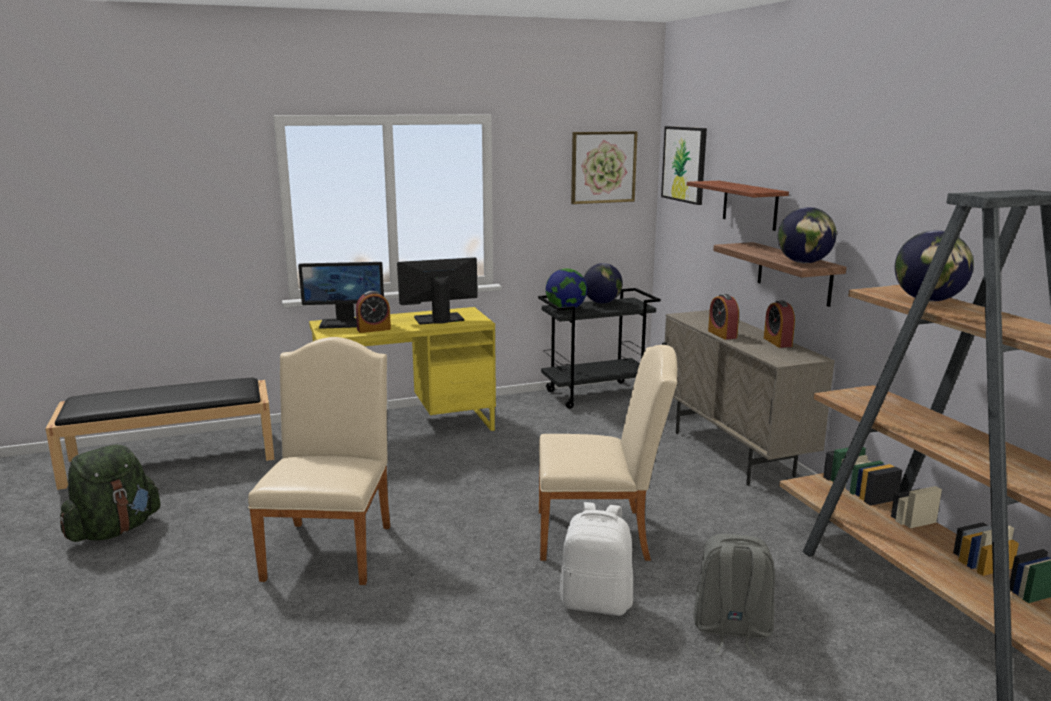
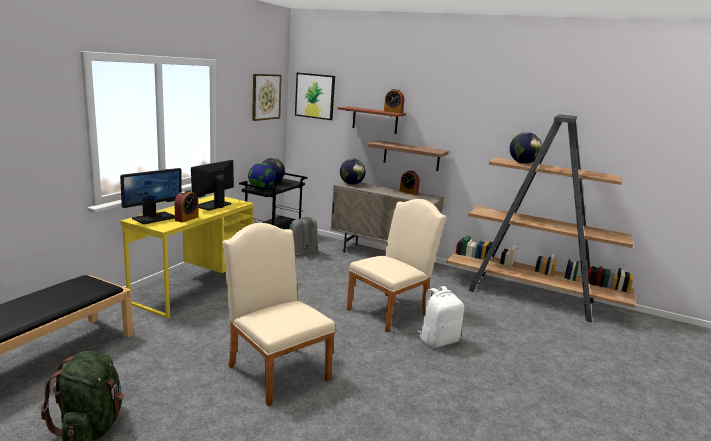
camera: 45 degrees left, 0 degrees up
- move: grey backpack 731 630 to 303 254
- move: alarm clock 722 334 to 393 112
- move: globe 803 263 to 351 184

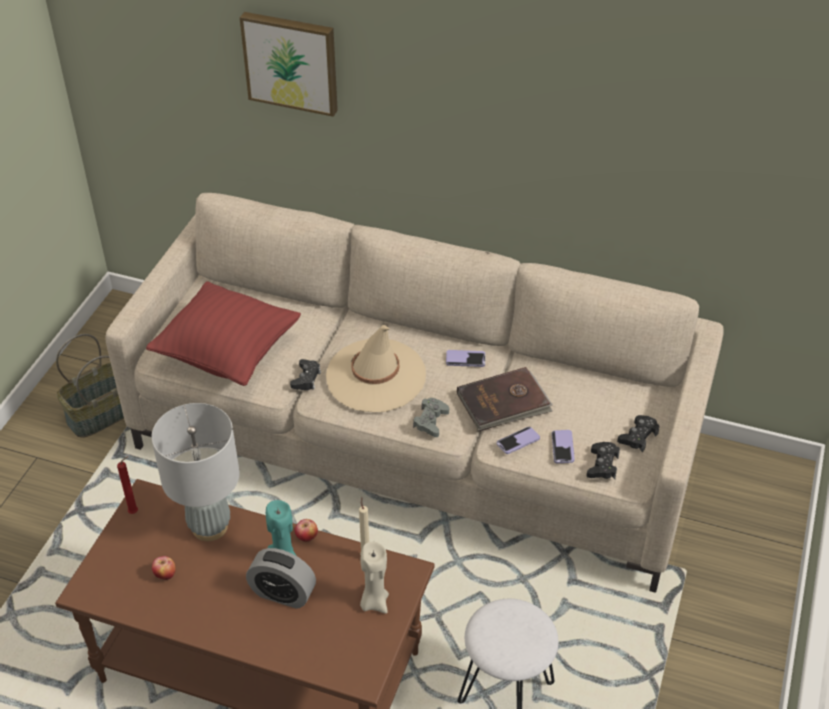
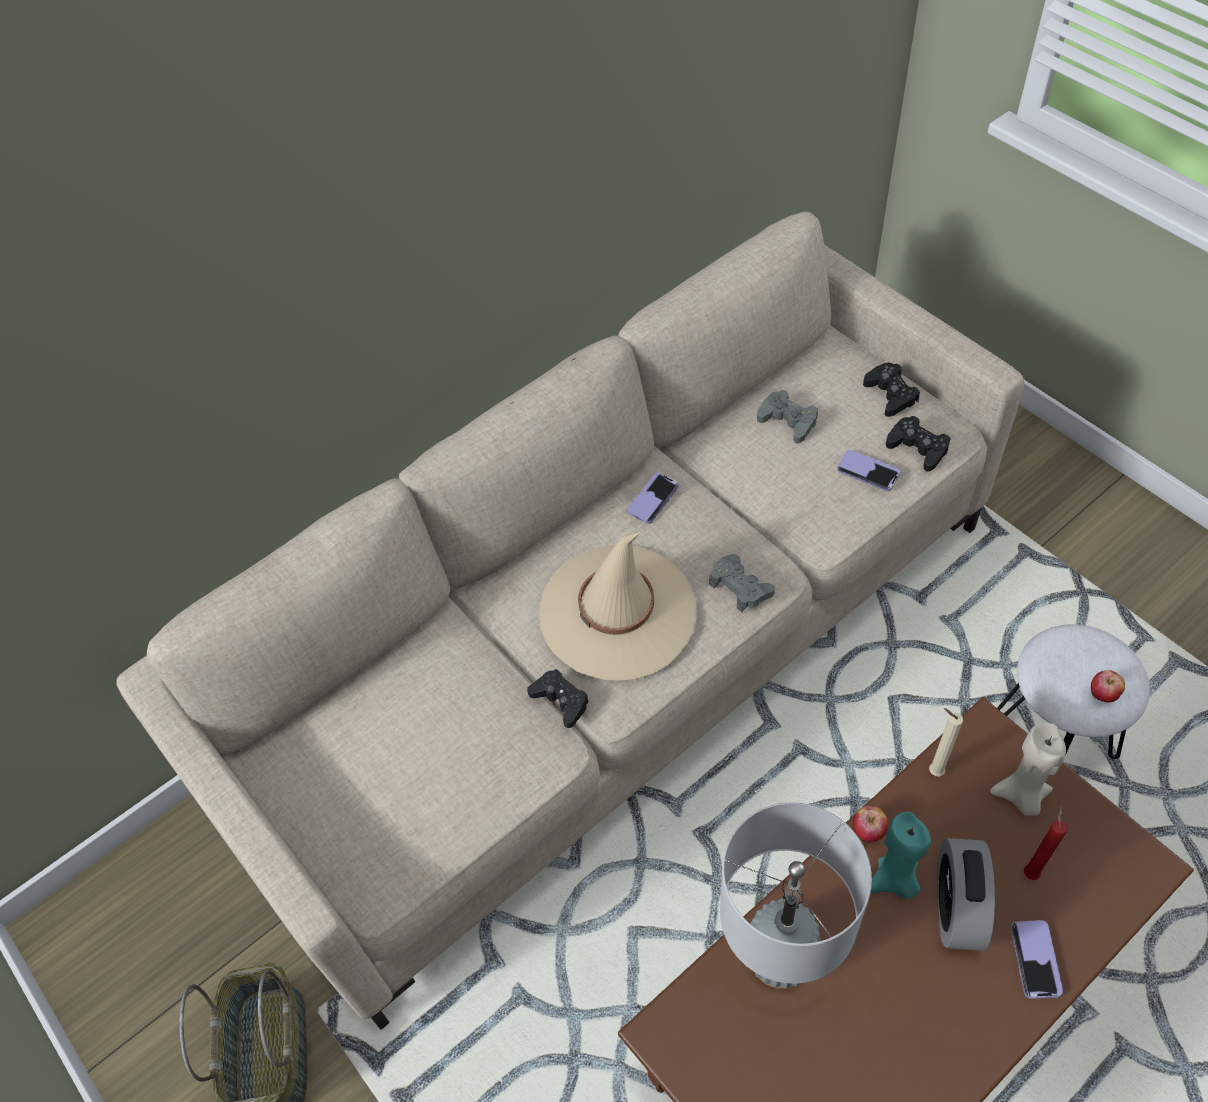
camera: 55 degrees left, 10 degrees up
- delete: red pillow 228 354
- delete: picture 291 62
- delete: brown book 504 402
- insert: grey game controller 788 421
- move: red candle 135 512 to 1030 871
- move: apple 165 575 to 1102 695
- move: phone 518 441 to 1035 960
- rotate: alarm clock 283 593 = 957 907 135 degrees clockwise

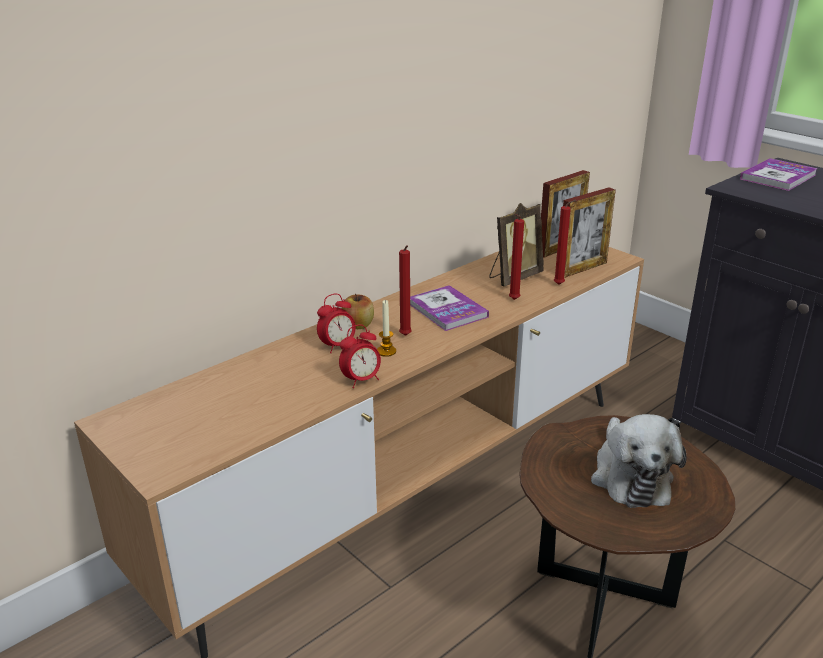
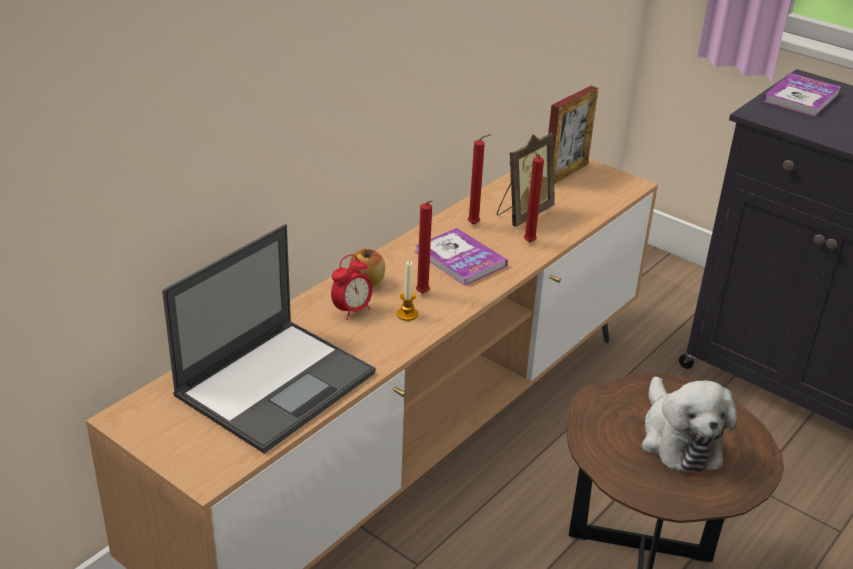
camera: 10 degrees left, 5 degrees up
- delete: alarm clock 361 380
- delete: picture frame 582 269
- insert: laptop 277 383
- move: red candle 560 285 to 475 224

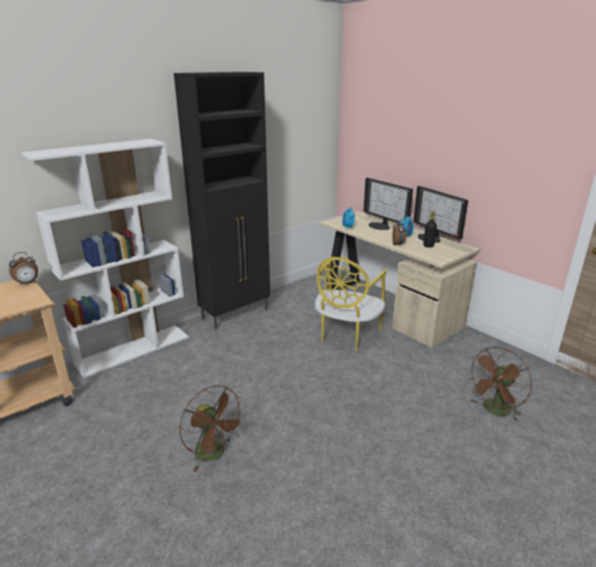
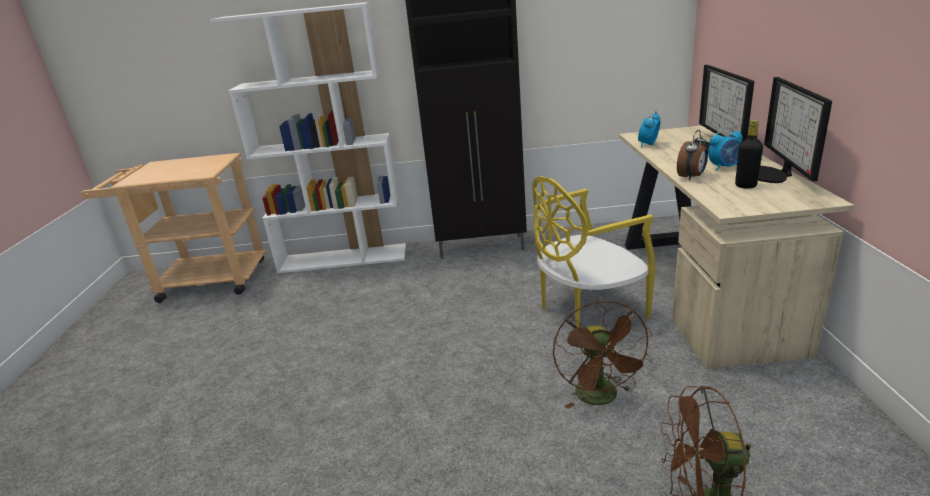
camera: 40 degrees right, 0 degrees up
- delete: alarm clock 27 283
- move: brown fan 215 454 to 601 398

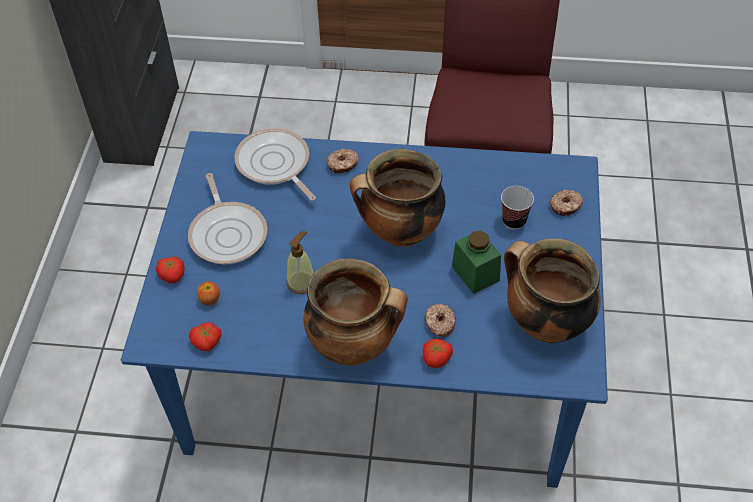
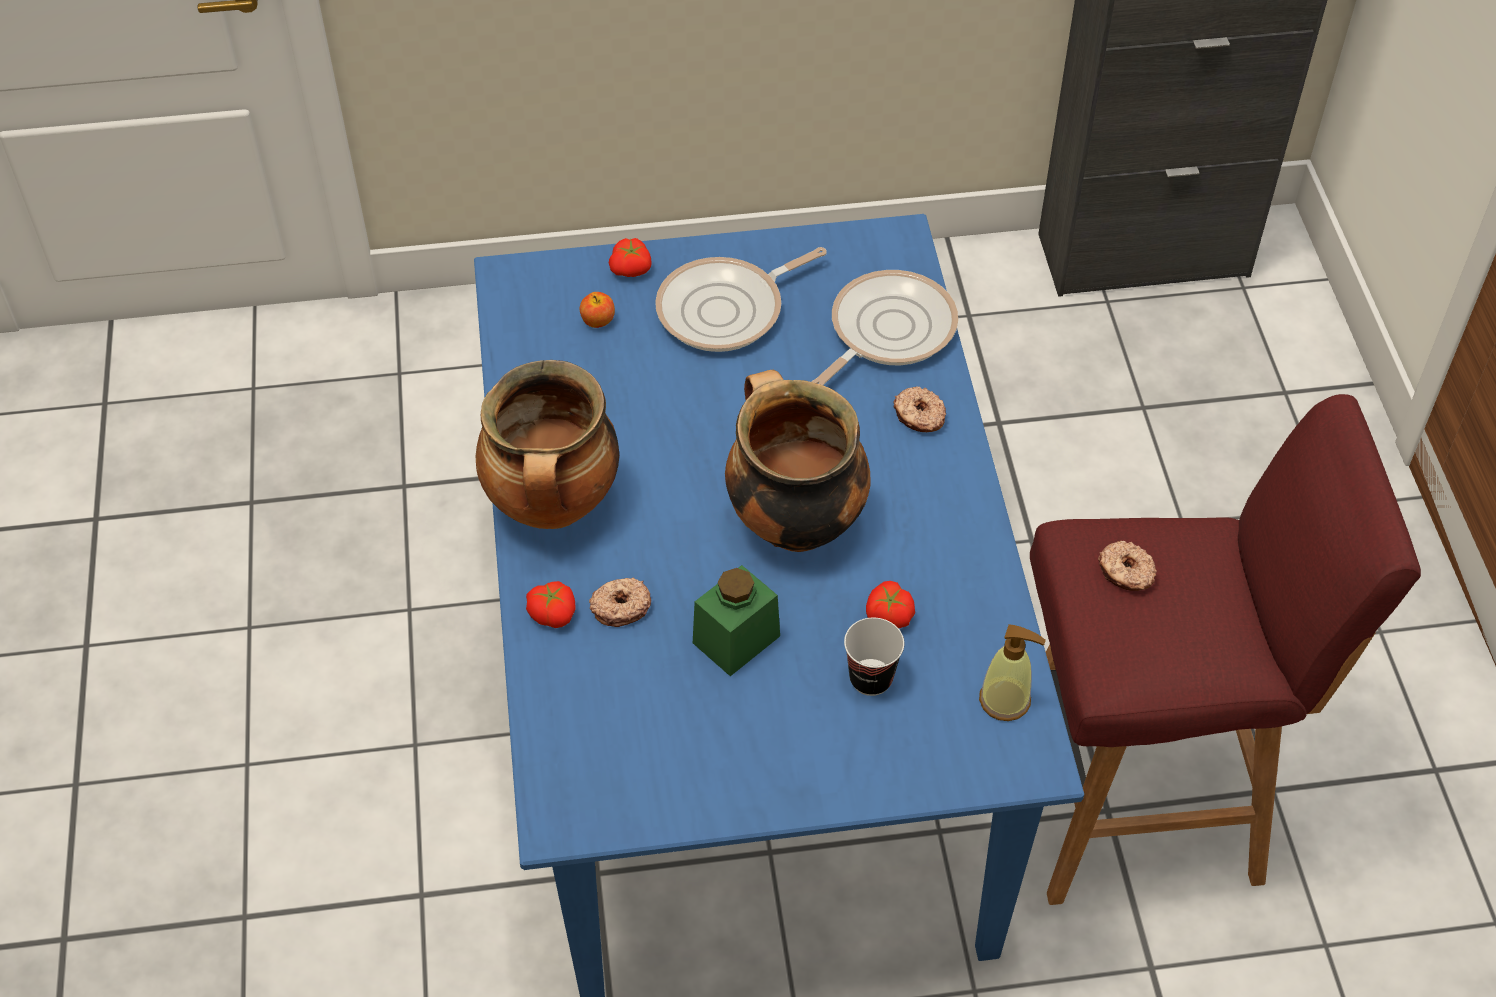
camera: 75 degrees right, 0 degrees up
- delete: cooking pot 544 324
- move: tomato 207 342 to 888 616
- move: soap dispenser 301 282 to 1005 700
- move: donut 566 206 to 1125 573

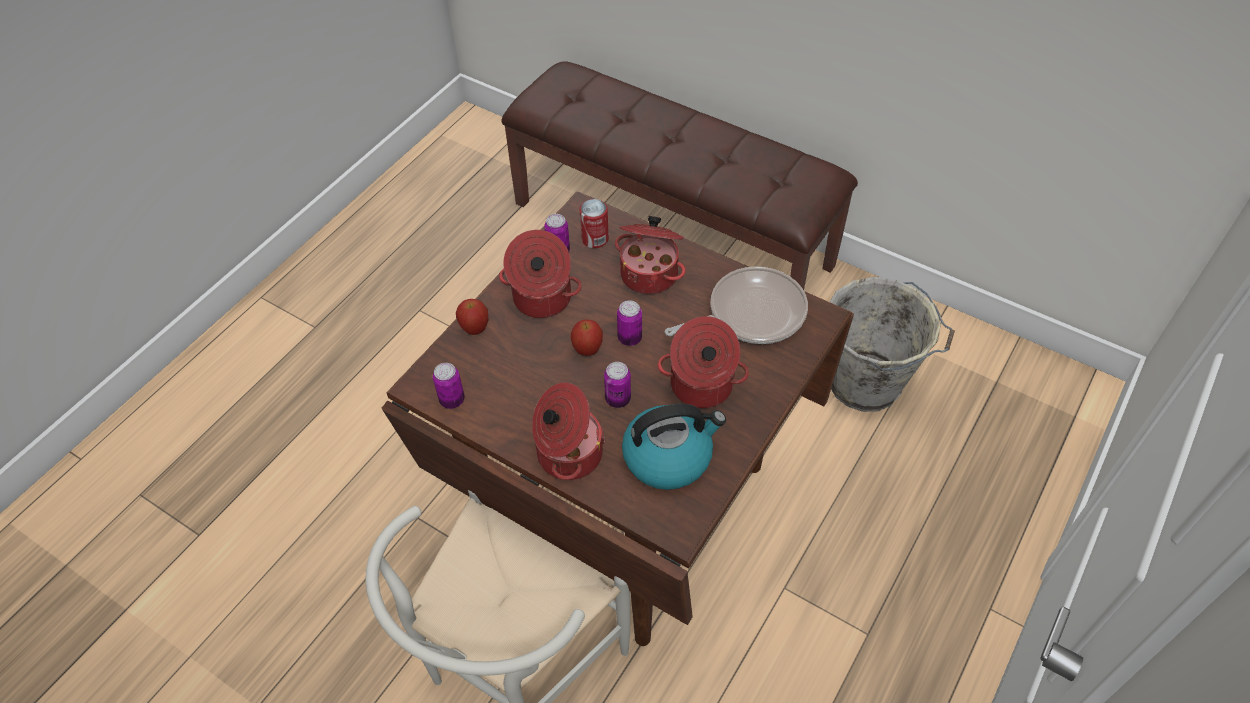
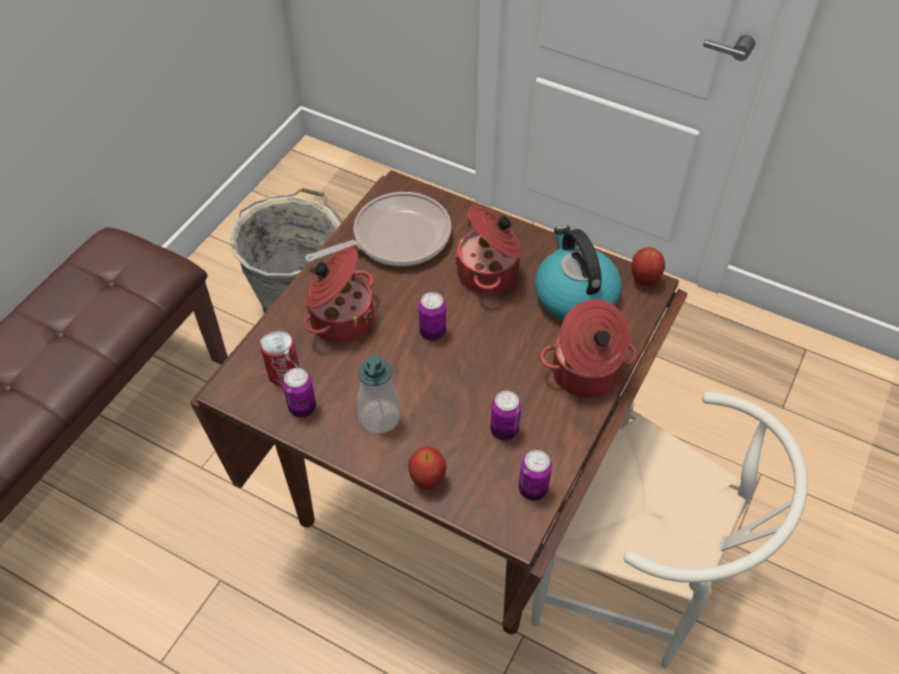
camera: 95 degrees left, 0 degrees up
- move: apple 587 350 to 644 280
- move: can 618 399 to 504 430
- replace: cooking pot 541 299 to soap dispenser 379 417
- rotate: frying pan 750 313 = 395 238 90 degrees clockwise

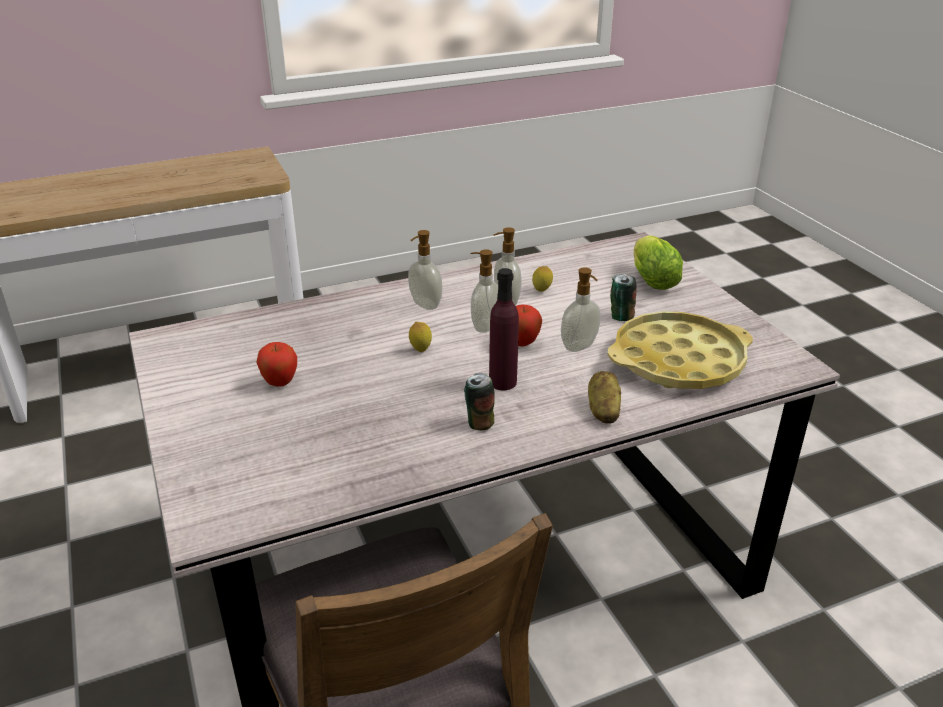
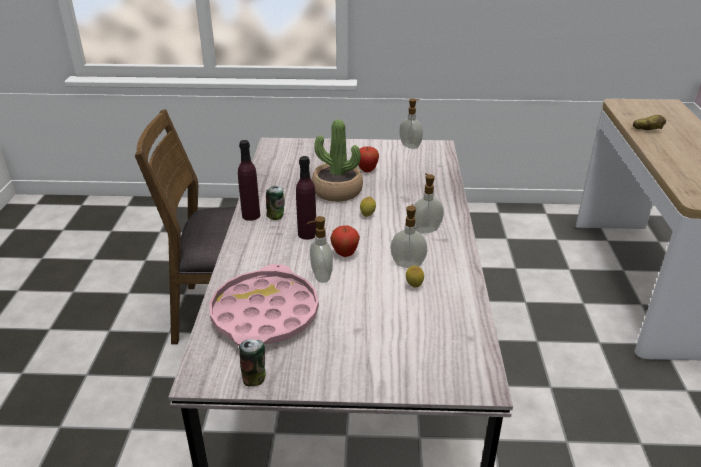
camera: 115 degrees right, 0 degrees up
- delete: lettuce 651 279
- insert: purple bottle 251 215
- insert: potted plant 337 191
- move: soap dispenser 484 326 to 410 146
- move: potato 603 410 to 647 130
- move: can 620 316 to 254 378
- recolor: yellow tray 678 361 to pink tray 265 314

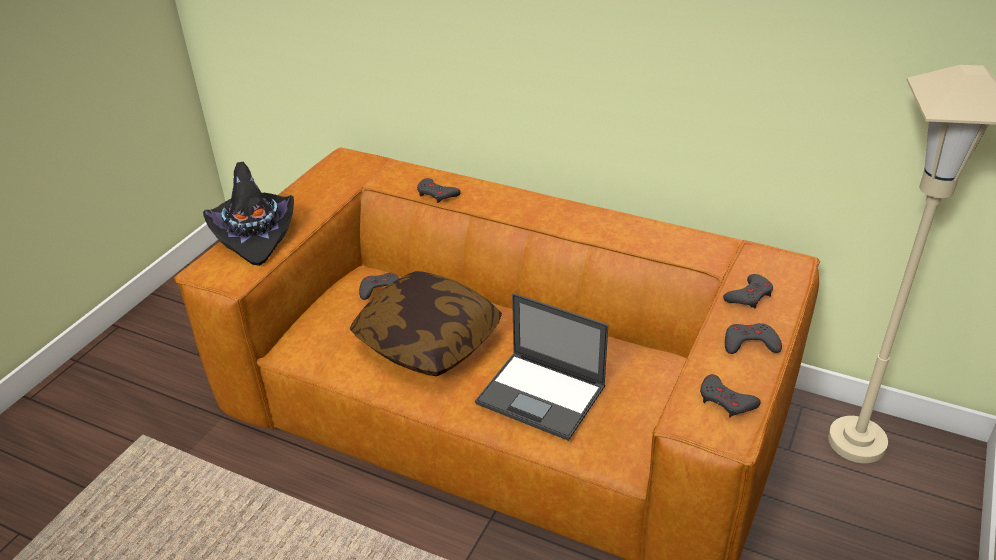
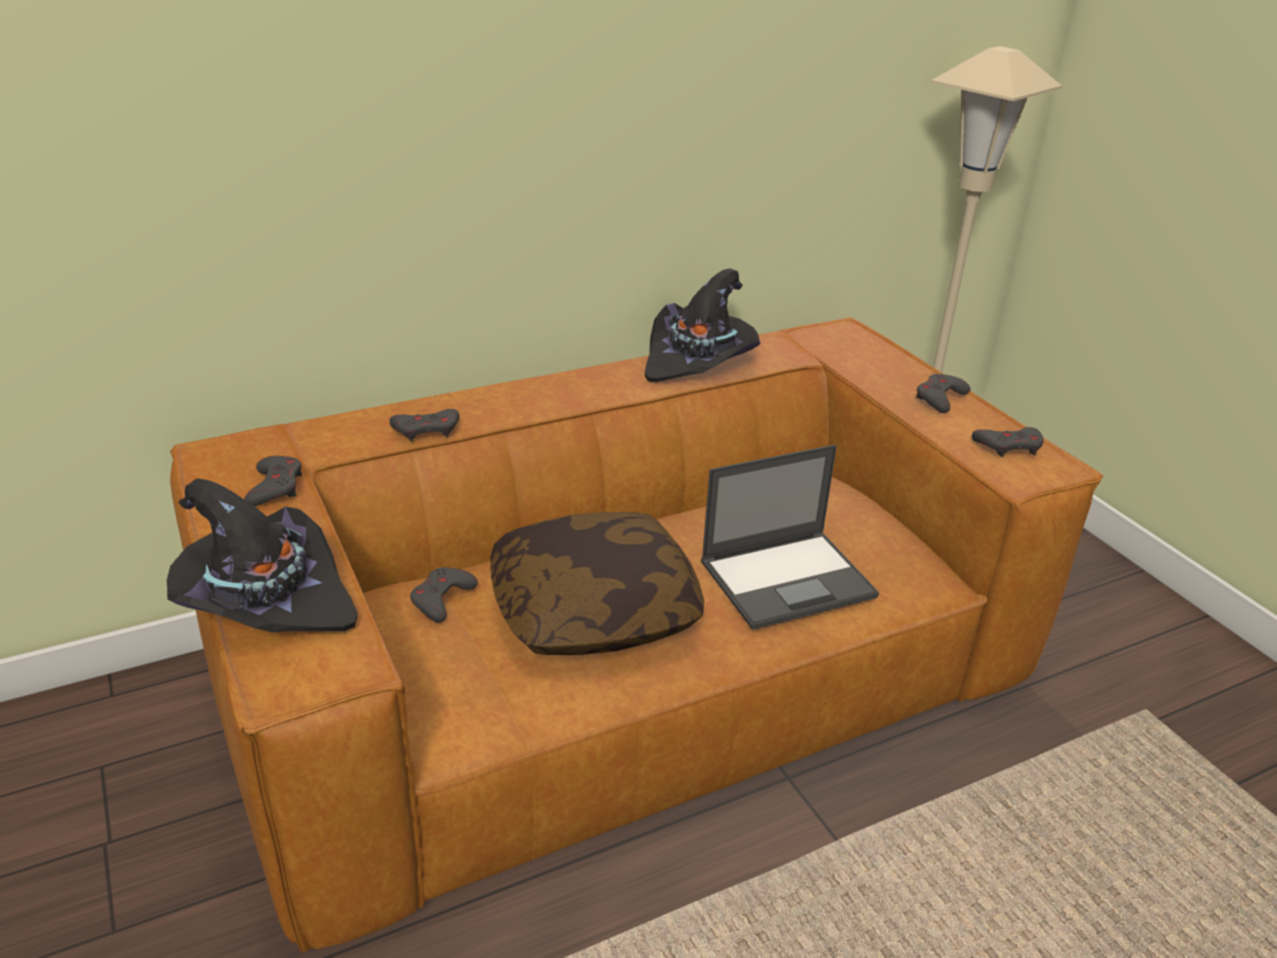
camera: 55 degrees left, 5 degrees down
- insert: black hat 699 360
- move: grey game controller 749 296 to 275 486

